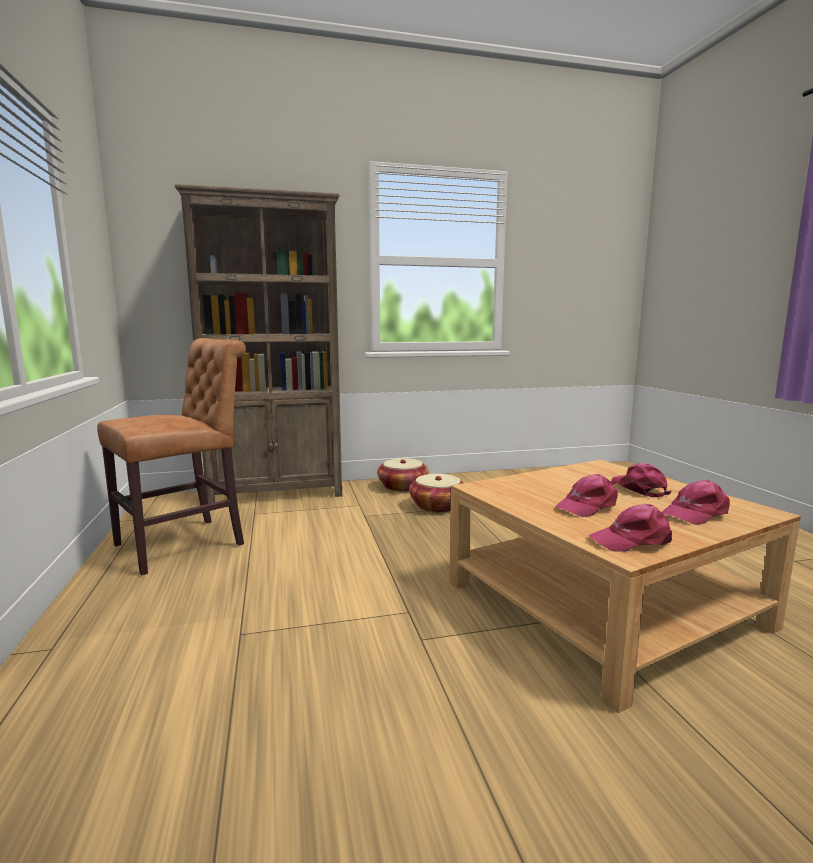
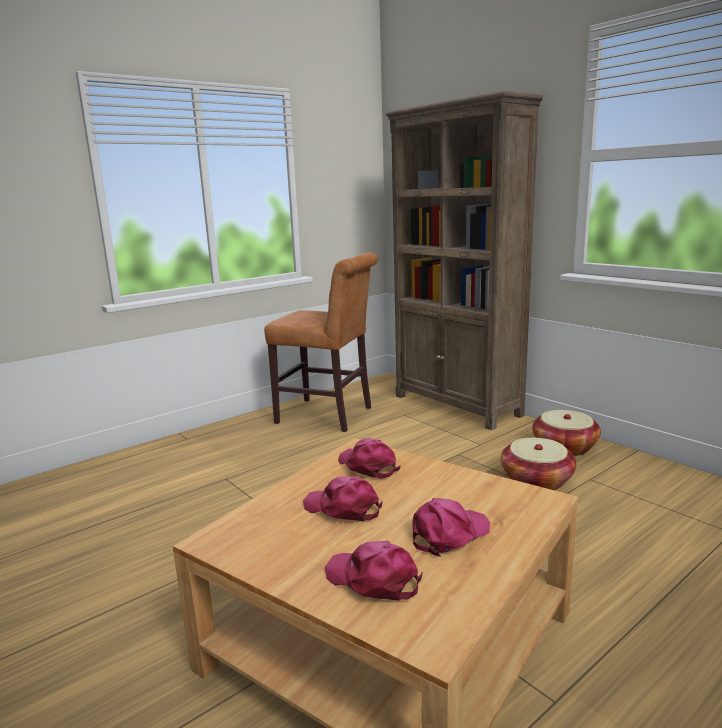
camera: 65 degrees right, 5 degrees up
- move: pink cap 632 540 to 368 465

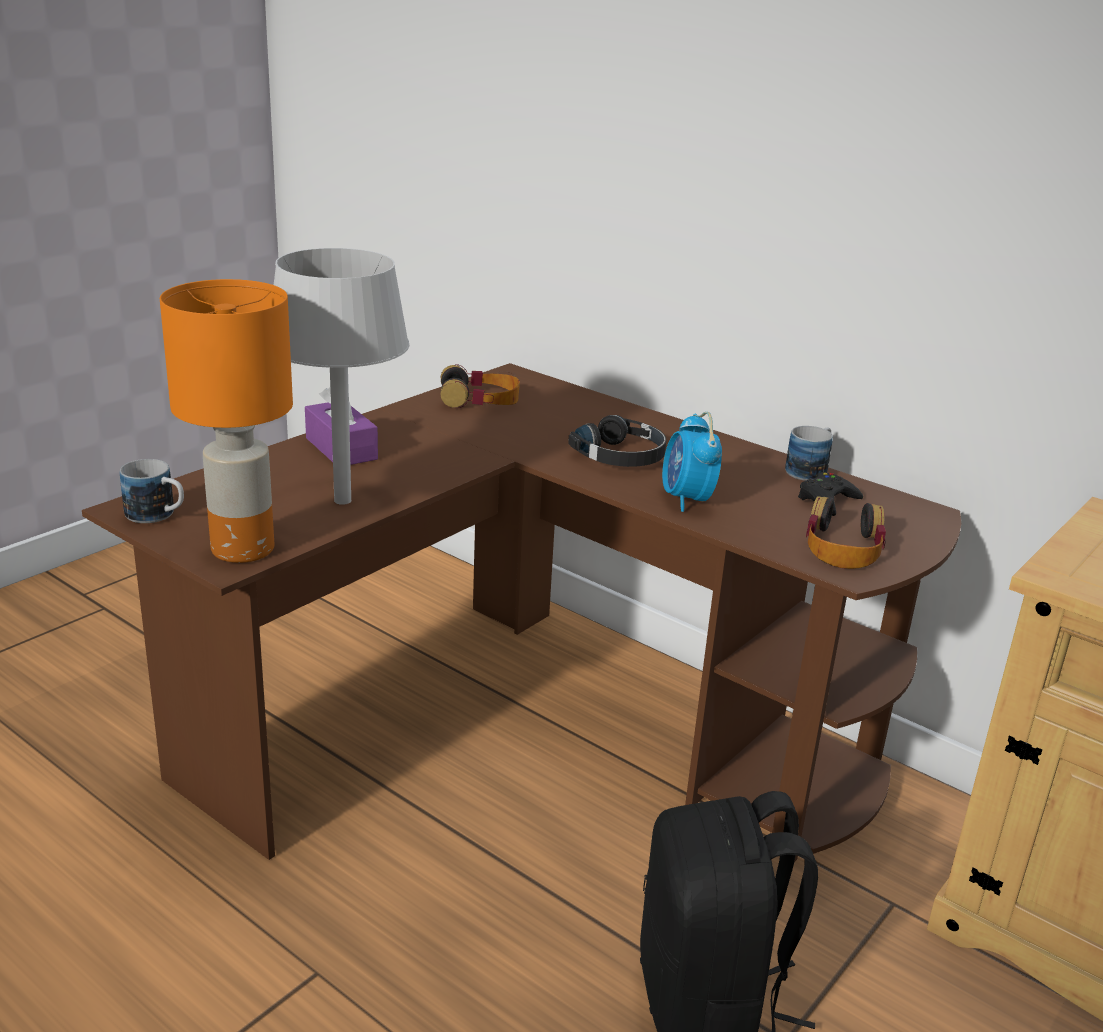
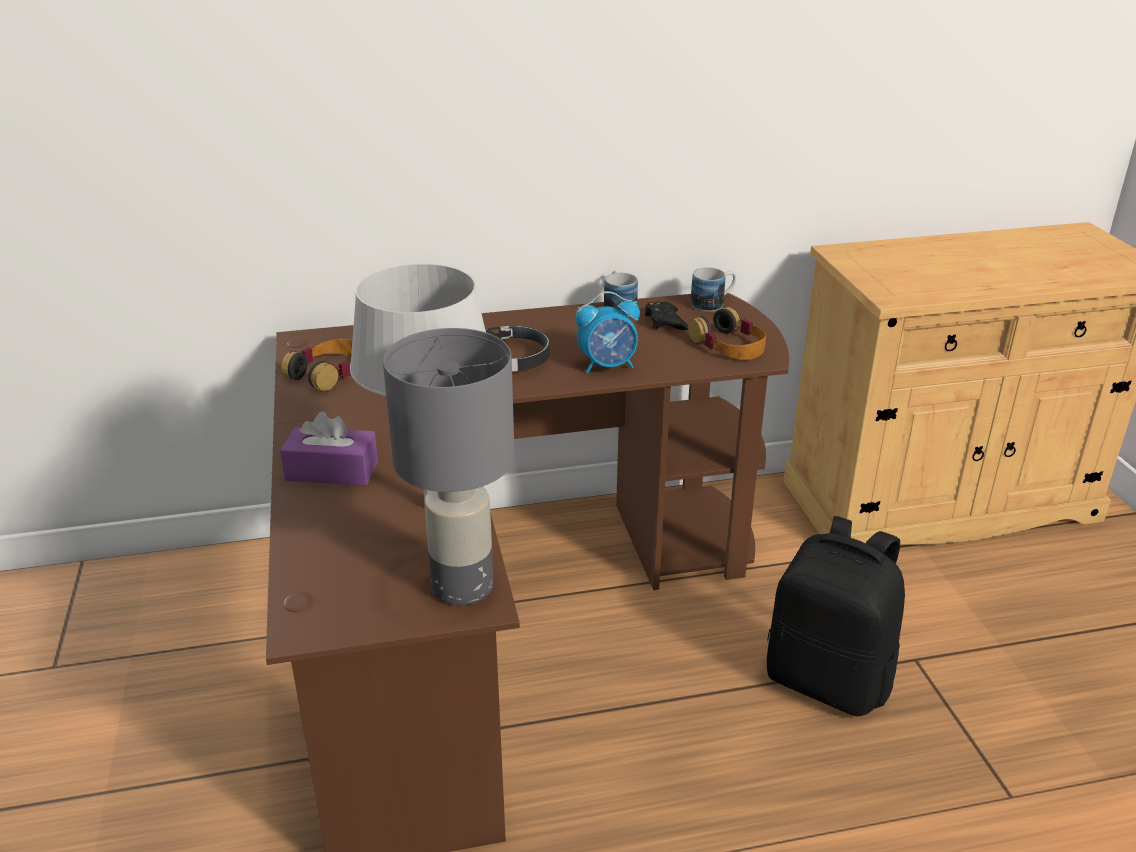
camera: 50 degrees left, 5 degrees up
- move: mug 158 516 to 713 303
- recolor: orange table lamp 245 549 to grey table lamp 463 586
- rotate: alarm clock 687 500 = 608 366 45 degrees counterclockwise

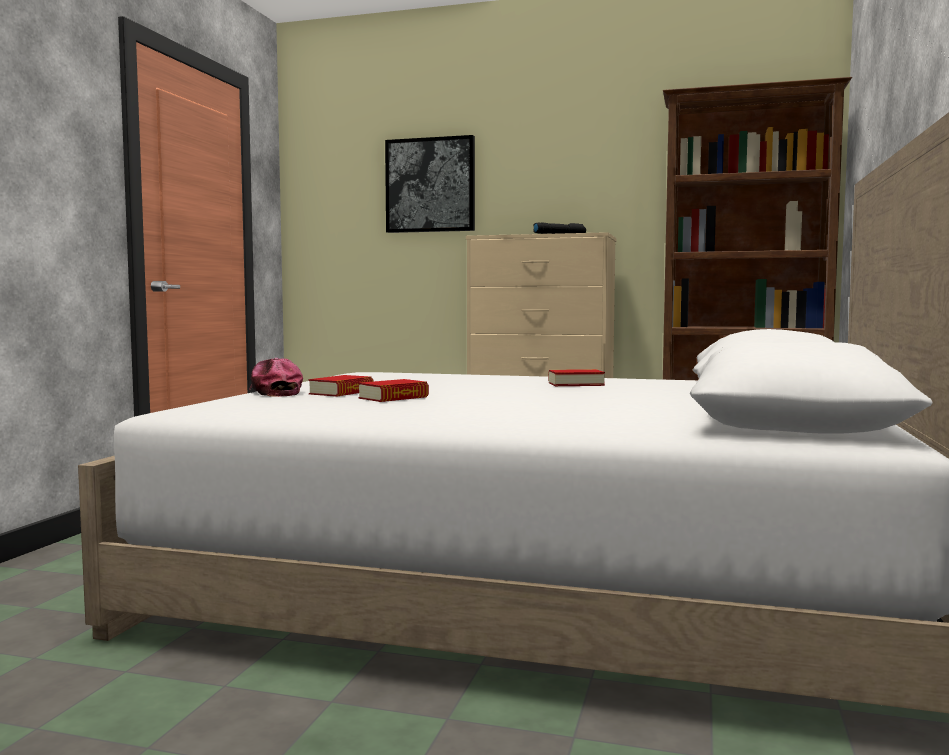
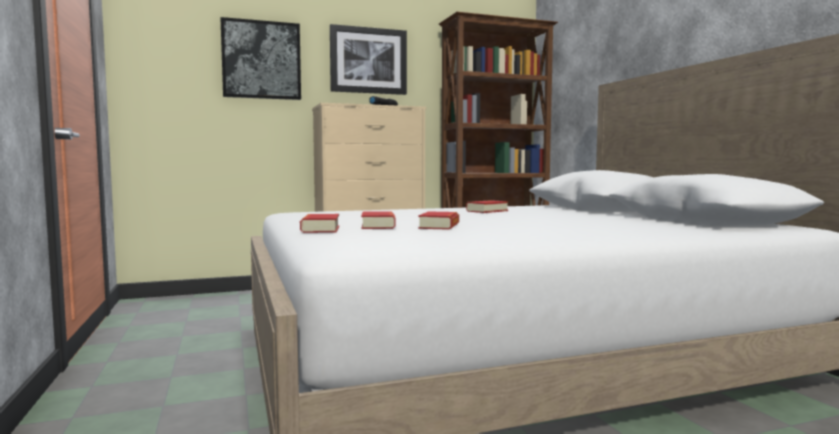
camera: 35 degrees left, 0 degrees up
- insert: picture 368 60
- replace: cap 274 391 to book 320 229

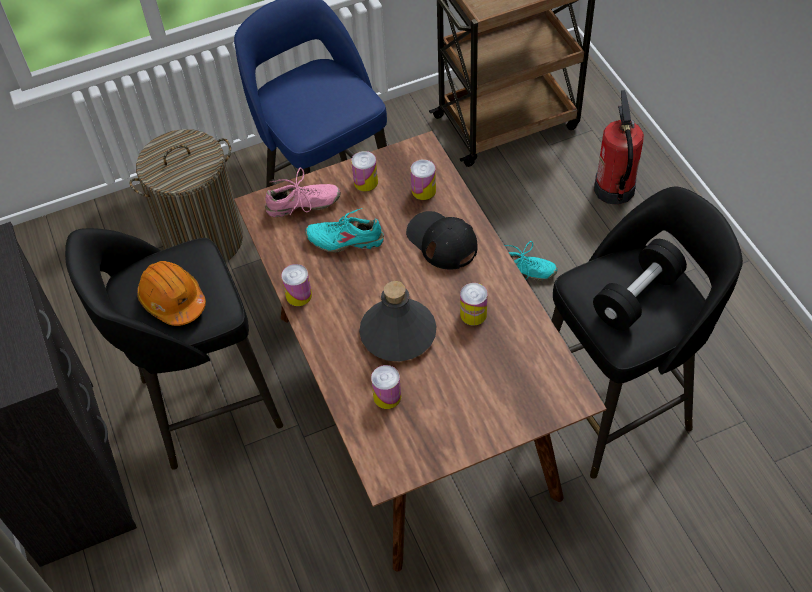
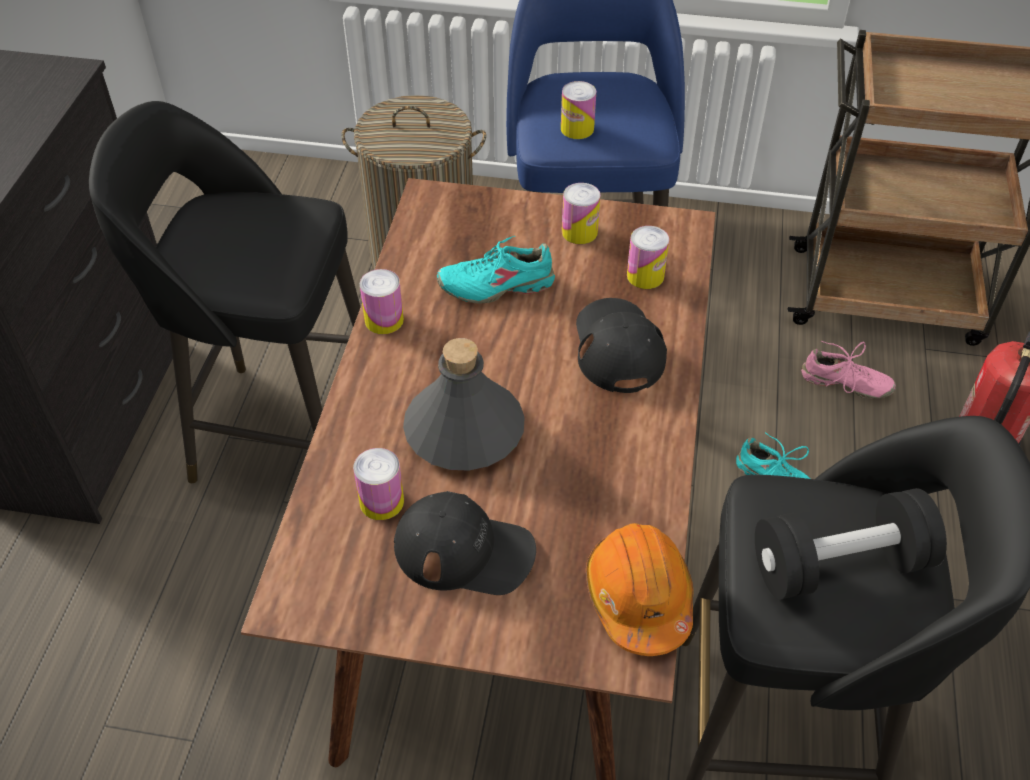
camera: 30 degrees right, 5 degrees down
- insert: black cap 465 550
- move: orange hard hat 172 300 to 638 597
- move: pink shoe 303 205 to 845 384
- move: can 473 314 to 577 129
- rotate: turquoise shoe 345 240 = 496 285 45 degrees counterclockwise

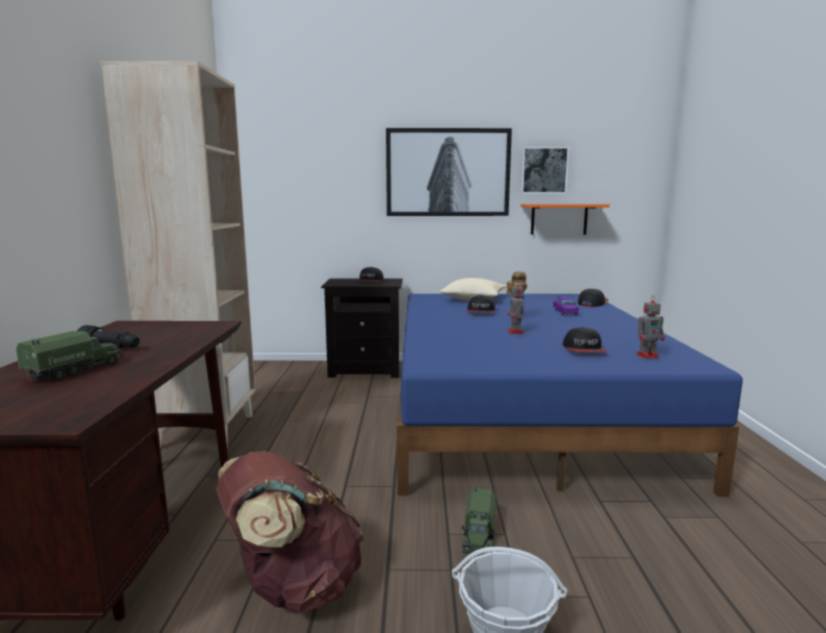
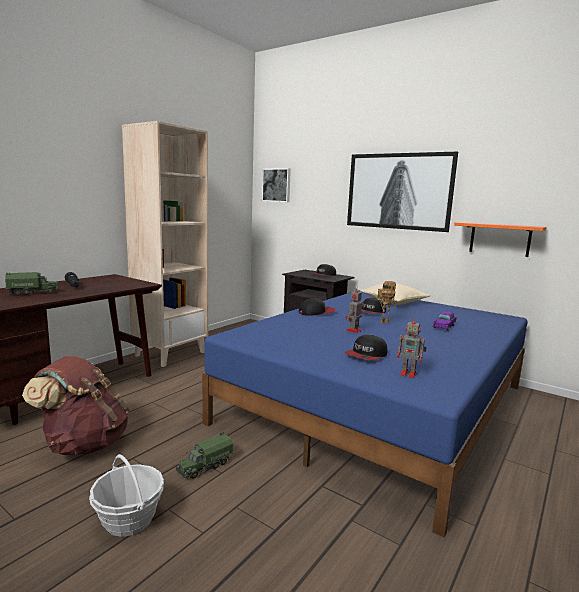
camera: 35 degrees right, 0 degrees up
- move: picture 543 170 to 277 185
- move: cap 592 303 to 316 312

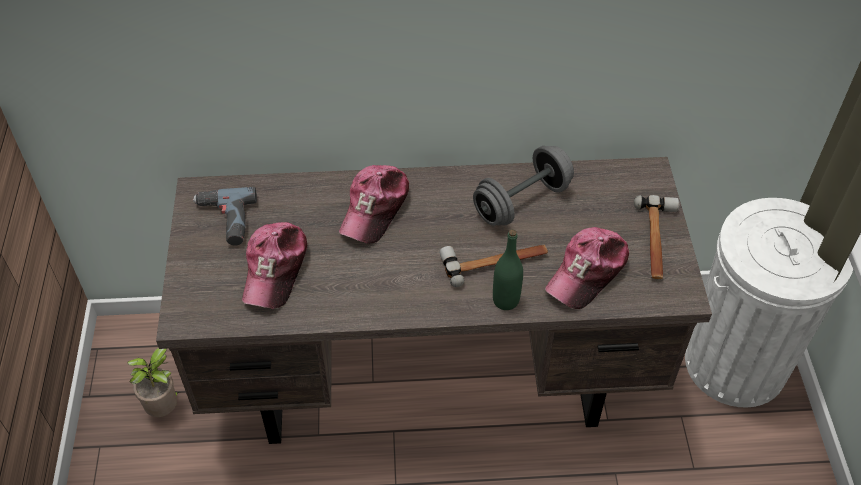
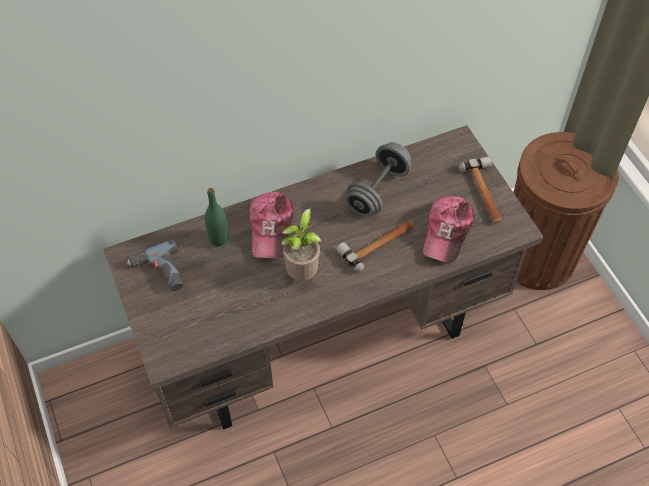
camera: 20 degrees left, 5 degrees up
- delete: cap 275 269
- move: potted plant 165 408 to 303 273
- move: green bottle 506 300 to 219 239
- recolor: white trash can 735 363 to brown trash can 537 257

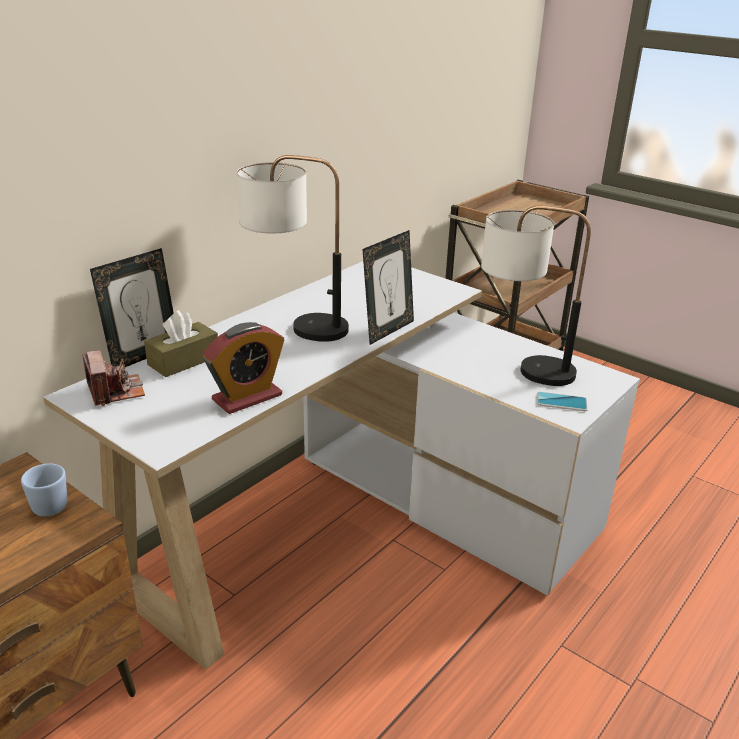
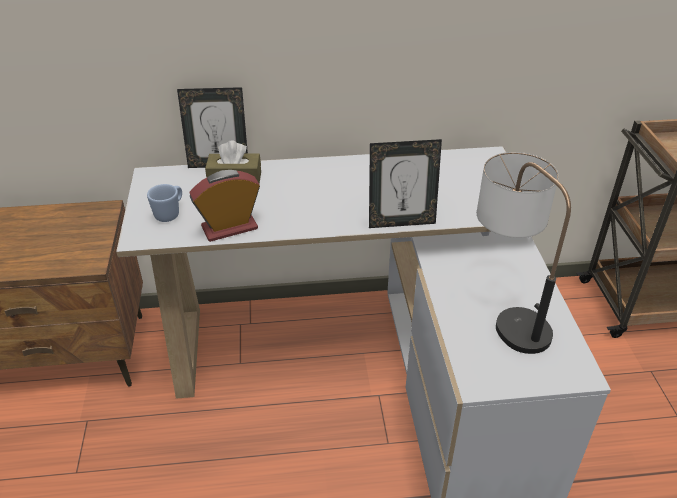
camera: 45 degrees right, 10 degrees up
- delete: photo camera 115 391
- delete: table lamp 295 325
- delete: phone 561 402
- move: blue mug 50 503 to 170 213
- rotate: alarm clock 247 397 = 229 228 150 degrees clockwise

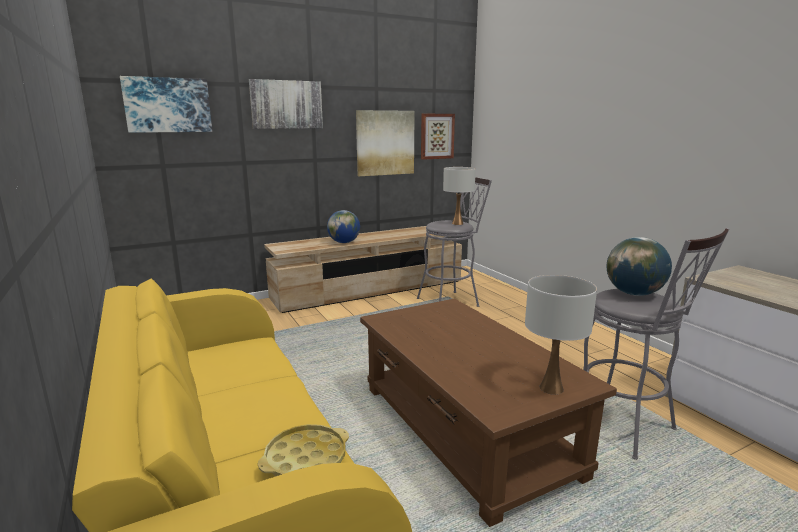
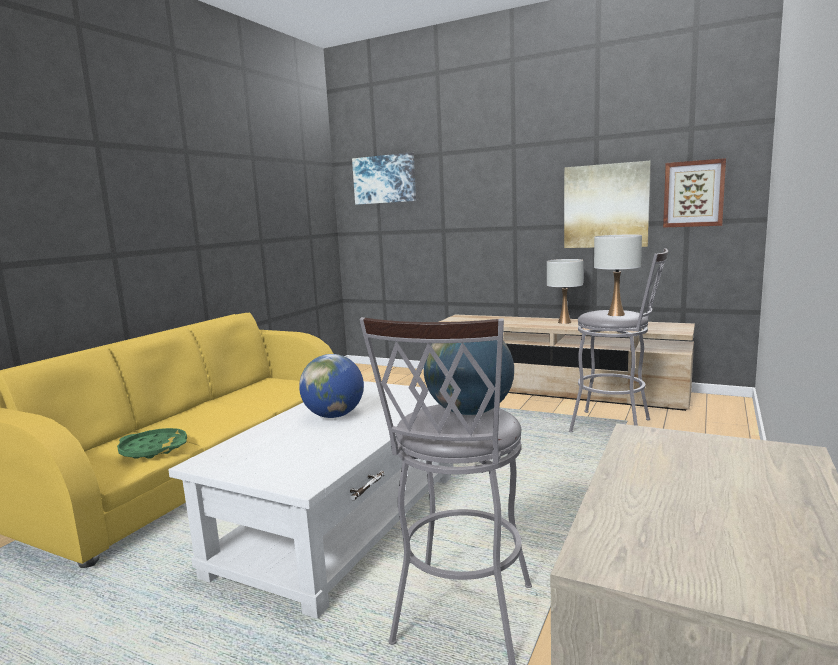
camera: 55 degrees right, 5 degrees down
- delete: picture 286 104
- move: globe 344 242 to 334 415
- move: white table lamp 551 388 to 564 322
- recolor: yellow tray 305 458 to green tray 154 449
- recolor: brown coffee table 465 428 to white coffee table 343 521

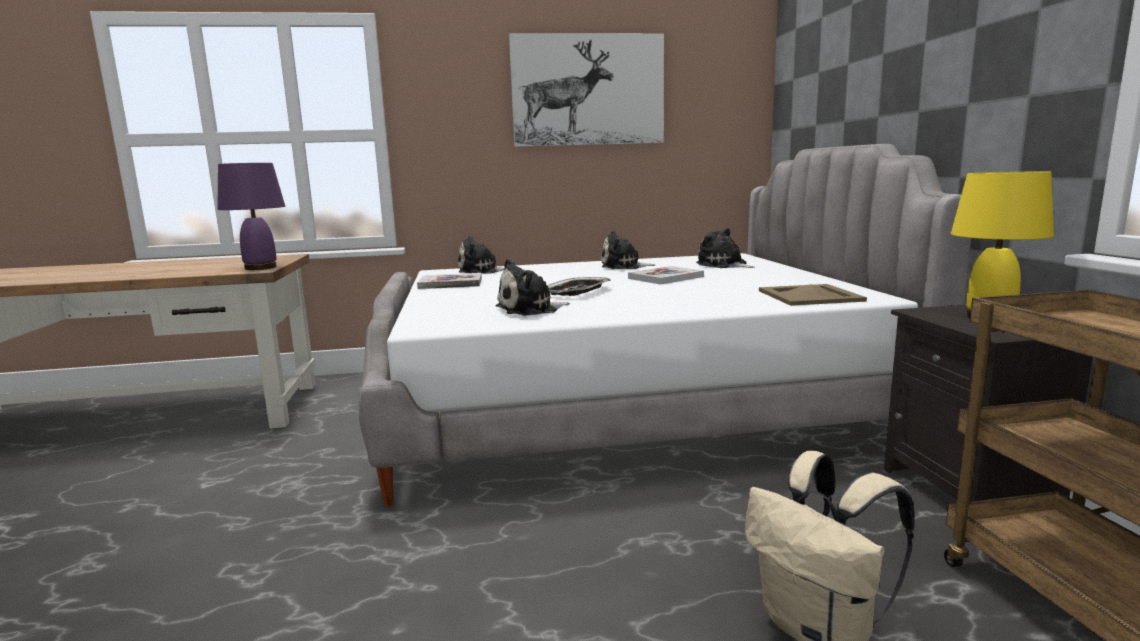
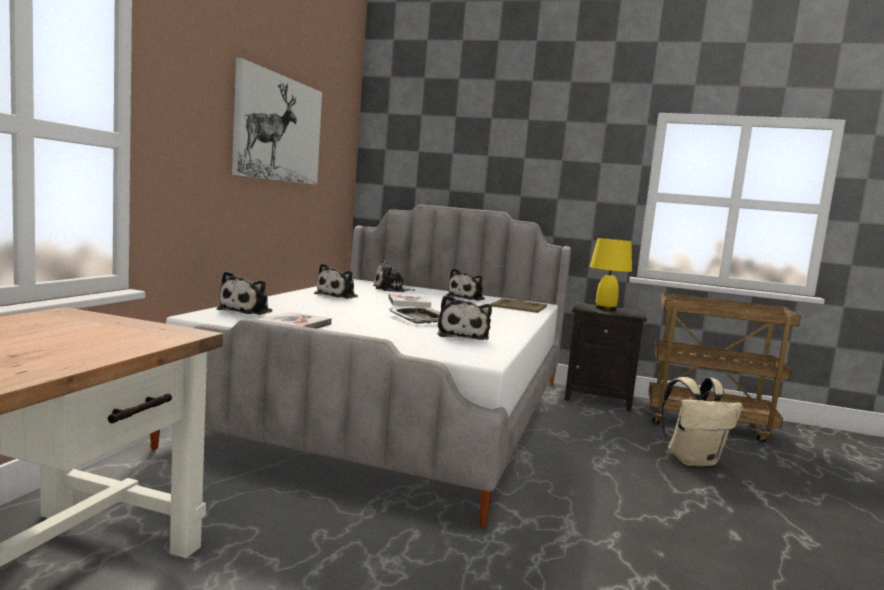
camera: 65 degrees left, 5 degrees down
- delete: purple table lamp 260 268
- insert: plush toy 467 298

